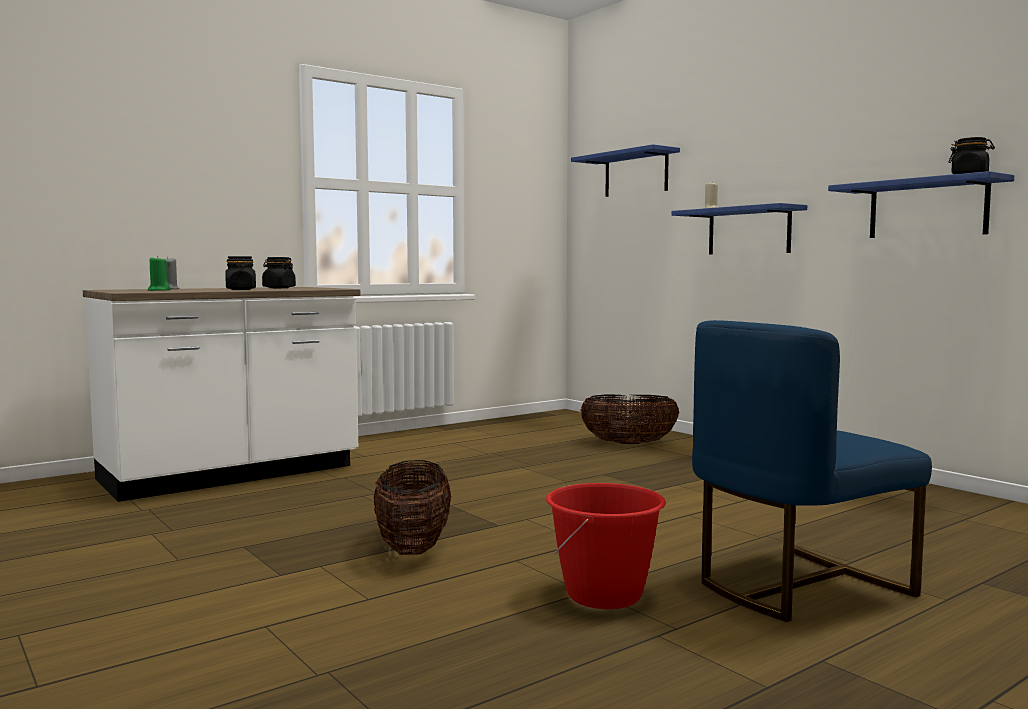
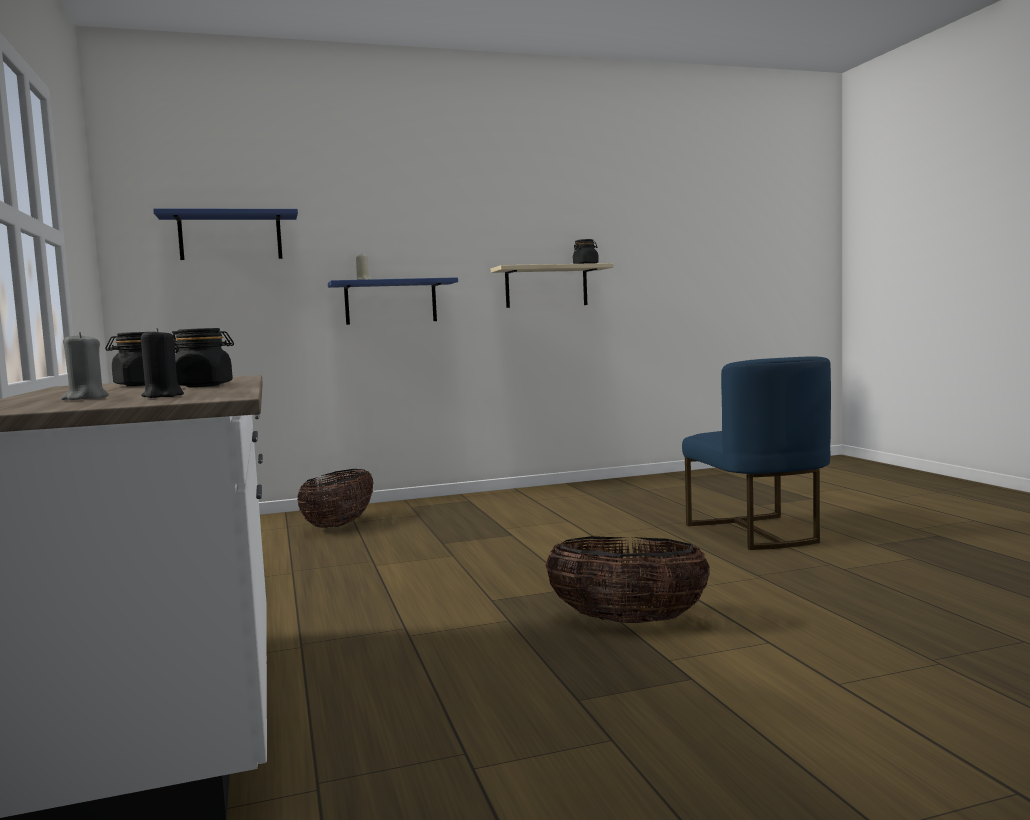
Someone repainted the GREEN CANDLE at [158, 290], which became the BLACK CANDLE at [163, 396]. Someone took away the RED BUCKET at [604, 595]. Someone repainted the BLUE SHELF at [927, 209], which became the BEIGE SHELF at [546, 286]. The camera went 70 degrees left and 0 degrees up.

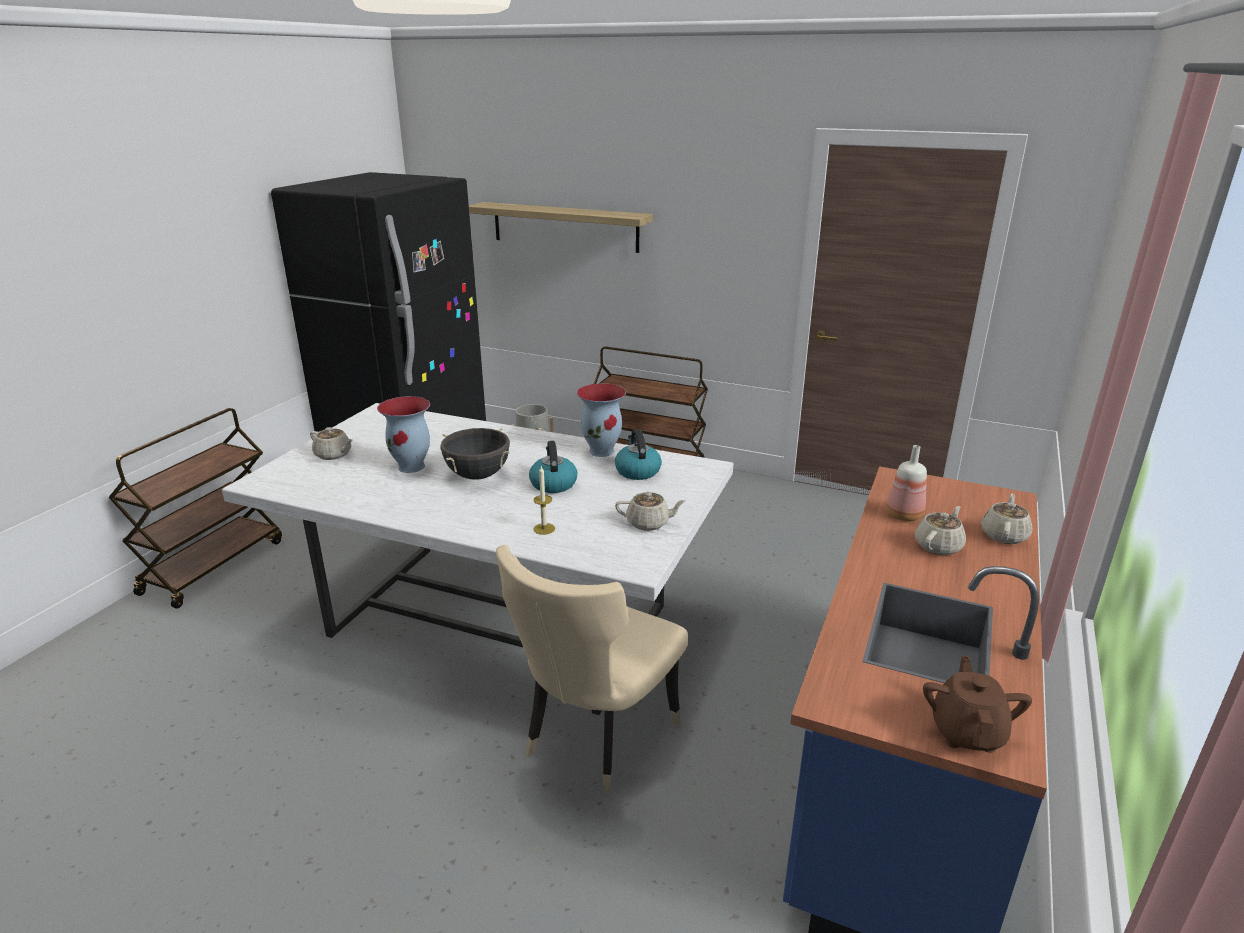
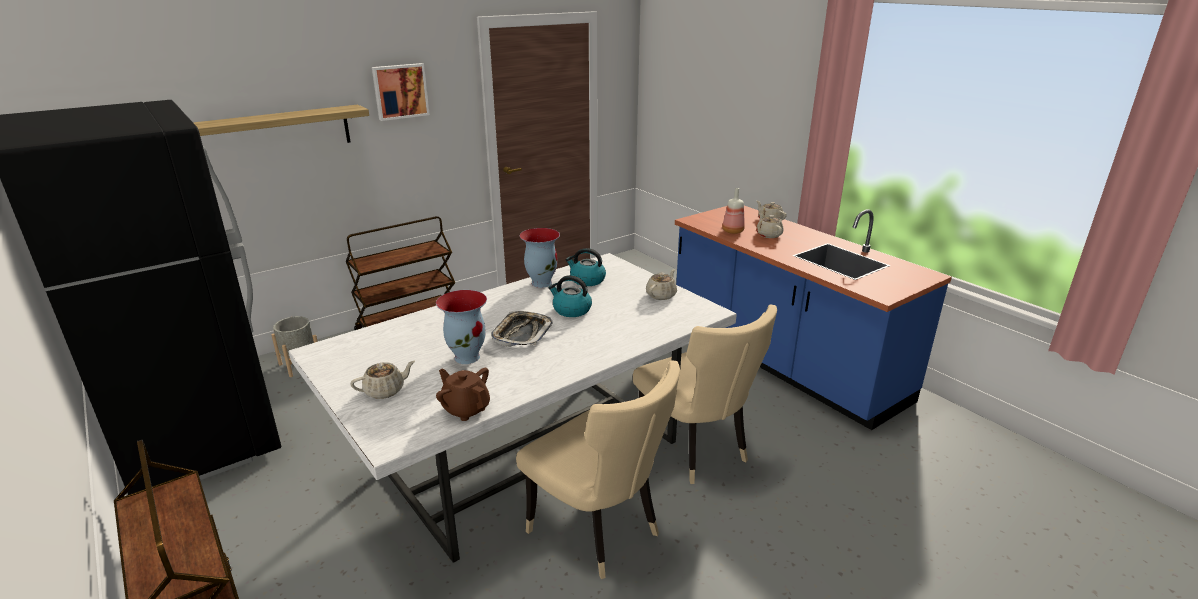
Someone swapped the BLACK COOKING POT at [478, 475] for the TRAY at [522, 333]. Someone took away the CANDLE at [544, 529]. Someone carried the BROWN TEAPOT from [967, 732] to [466, 409]. Someone put up the PICTURE at [400, 91]. Someone put down the BEIGE CHAIR at [599, 532]. The camera went 60 degrees left and 0 degrees up.

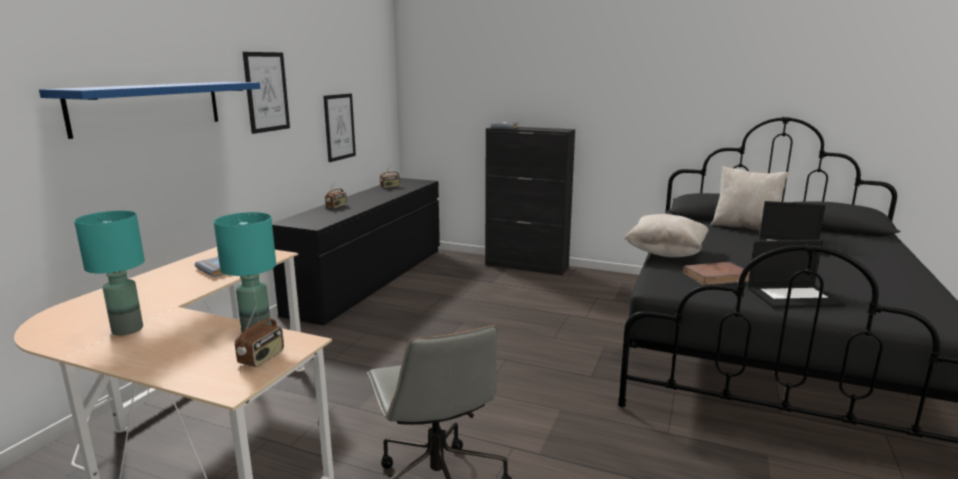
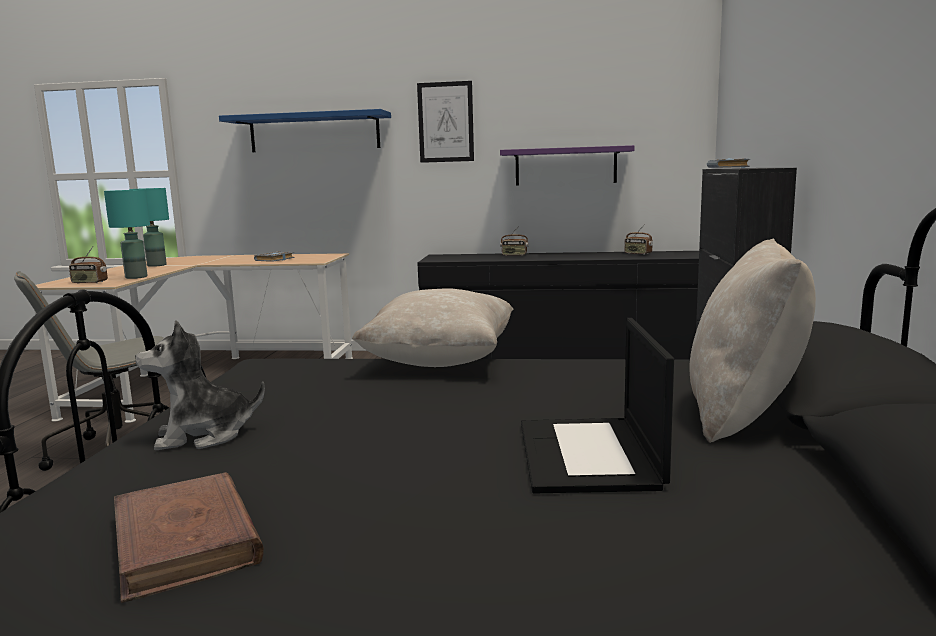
Someone swapped the PICTURE at [339, 127] for the PURPLE SHELF at [565, 166]. Someone carried the BROWN BOOK from [717, 277] to [185, 541]. Someone swapped the LAPTOP at [794, 296] for the PLUSH TOY at [203, 436]. The camera went 75 degrees right and 5 degrees down.

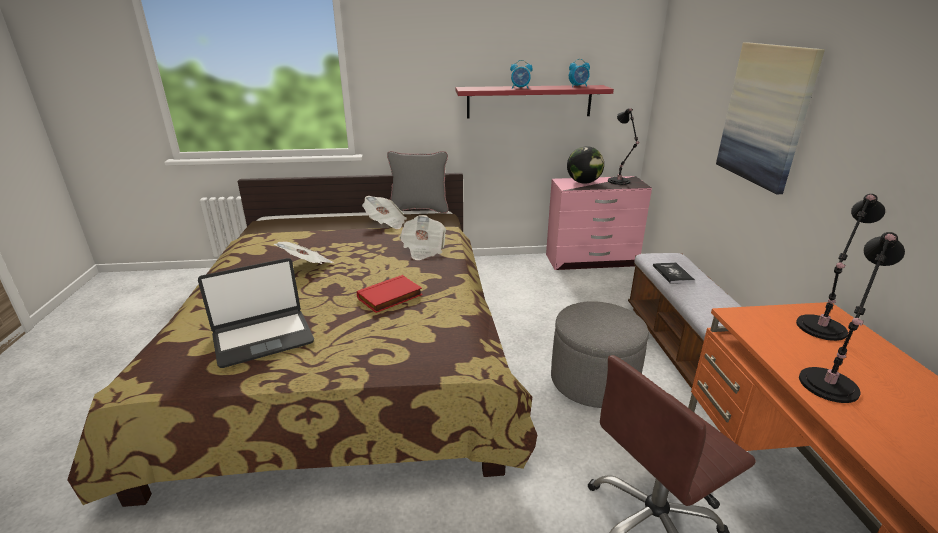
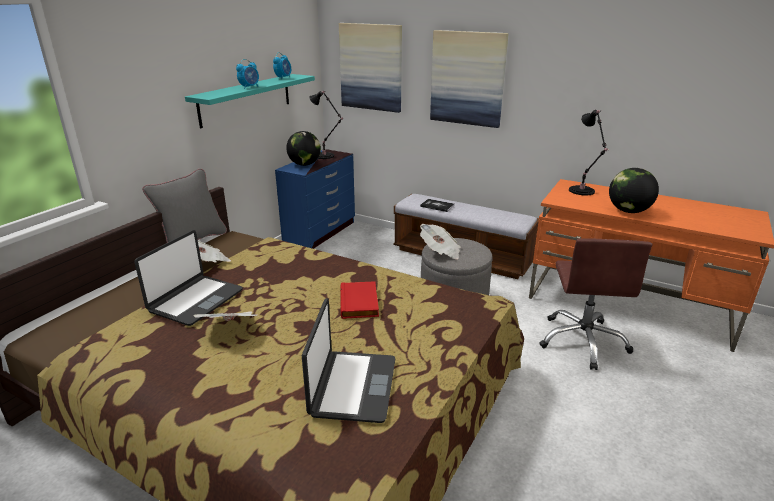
Someone carried the NEWSPAPER from [423, 250] to [440, 252]. Someone repainted the RED SHELF at [529, 101], which became the TURQUOISE SHELF at [246, 99]. Someone repainted the PINK DRESSER at [591, 260], which became the BLUE DRESSER at [321, 232]. Someone swapped the BLACK TABLE LAMP at [827, 387] for the GLOBE at [628, 211]. Someone put down the LAPTOP at [195, 300]. Someone put up the PICTURE at [371, 67]. The camera went 55 degrees left and 0 degrees up.

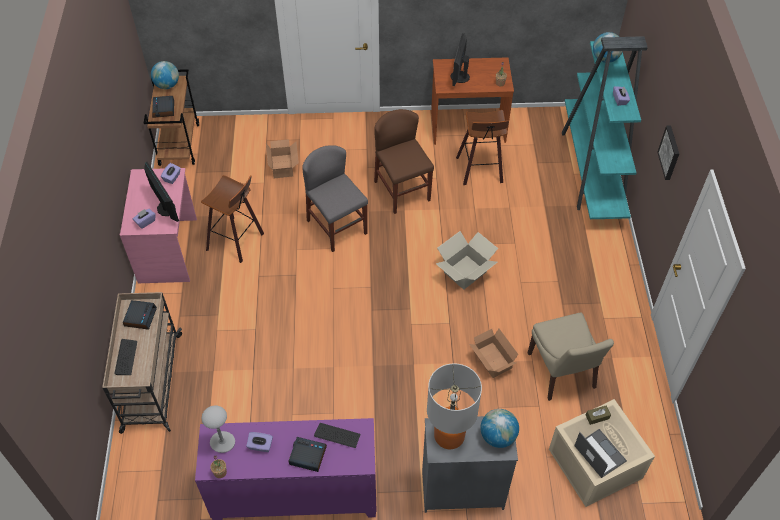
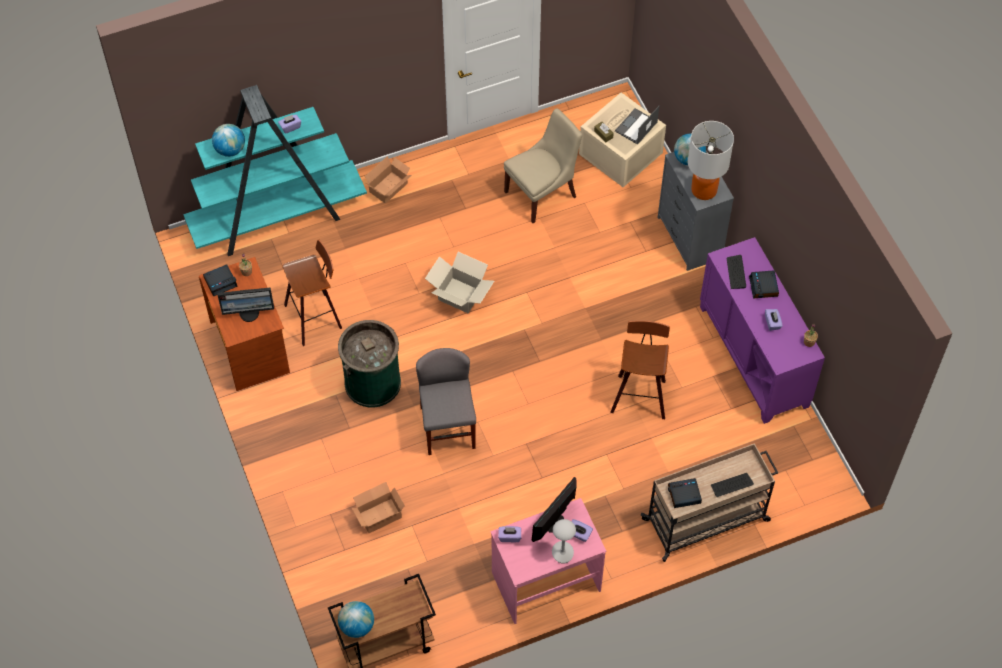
Someone carried the ALARM CLOCK from [163, 109] to [220, 282]. Someone carried the STOOL from [237, 241] to [639, 395]. Someone carried the GREY TABLE LAMP from [222, 443] to [562, 553]. Someone rotated the GREY CHAIR at [337, 227] by 135 degrees clockwise. Someone swapped the BROWN CHAIR at [402, 191] for the GREEN TRASH CAN at [372, 382]. Someone carried the CARDBOARD BOX from [492, 361] to [390, 188]. Someone took away the PICTURE at [670, 152]. The camera went 110 degrees left and 5 degrees up.

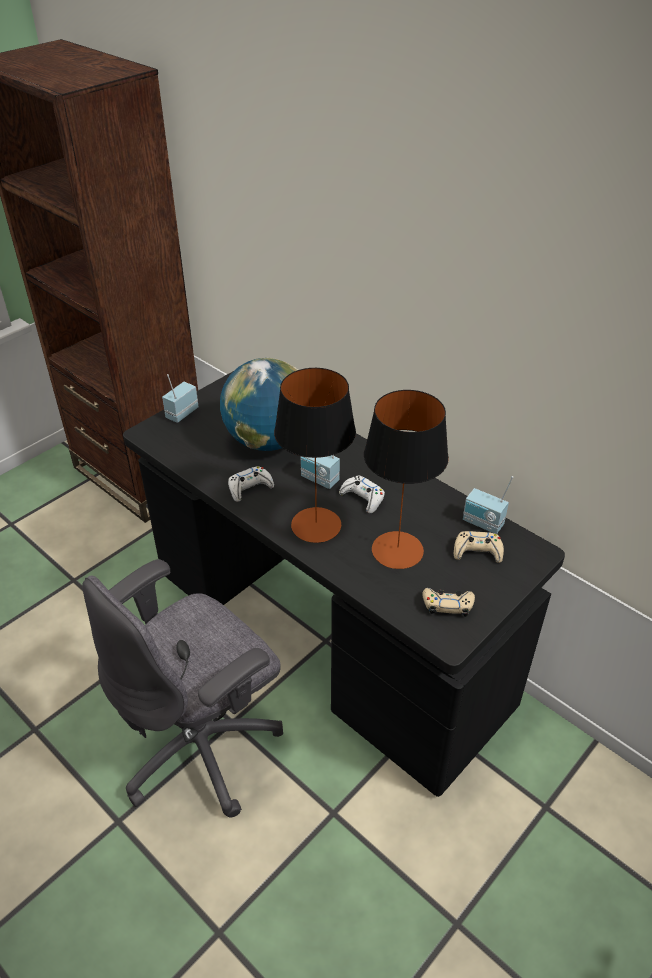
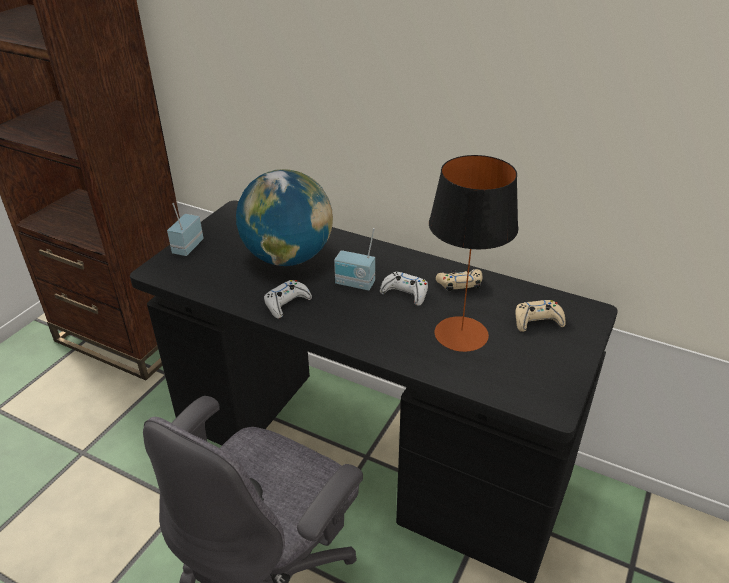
Someone took away the TABLE LAMP at [316, 525]. Someone carried the BEIGE GAME CONTROLLER from [447, 605] to [459, 284]. Someone took away the RADIO at [482, 524]. The camera went 15 degrees left and 5 degrees down.

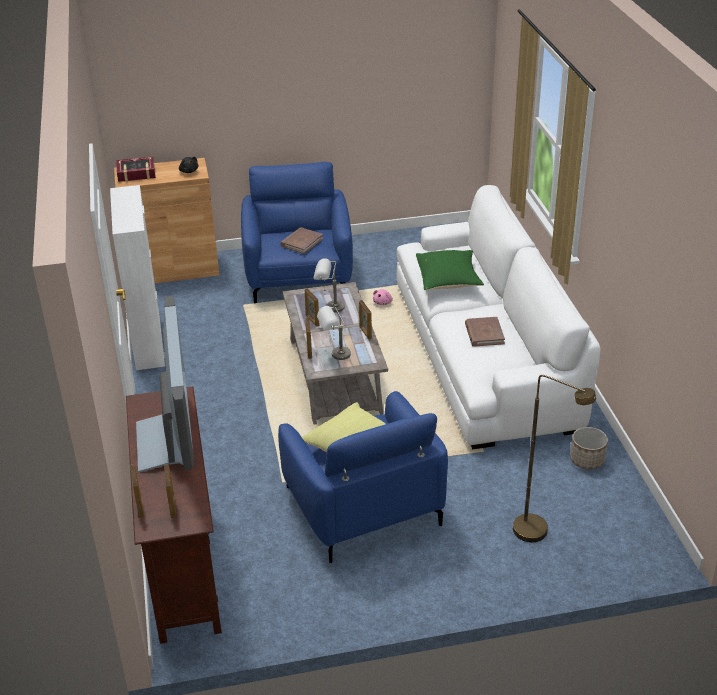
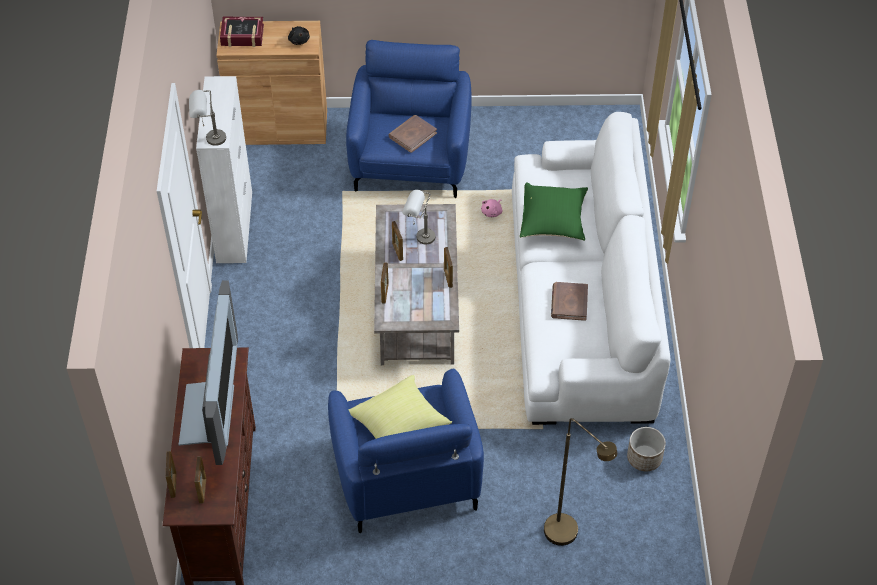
Someone carried the GREY TABLE LAMP from [335, 356] to [209, 139]. The camera went 10 degrees right and 15 degrees up.

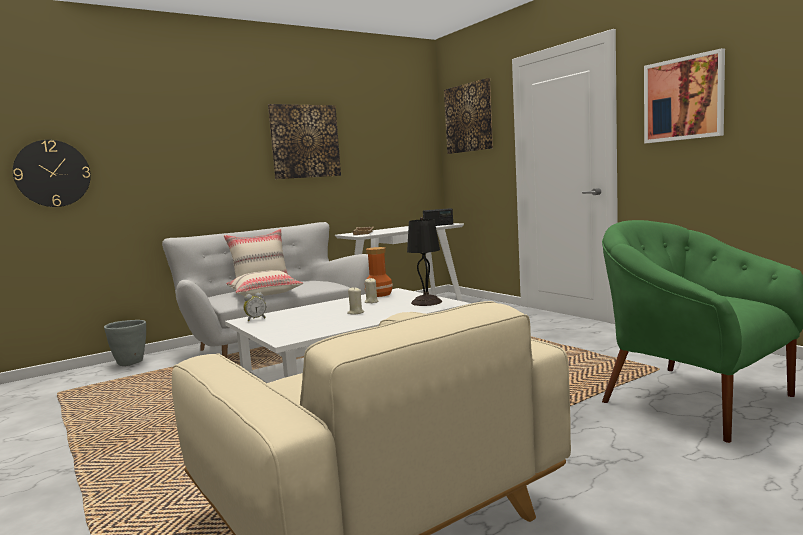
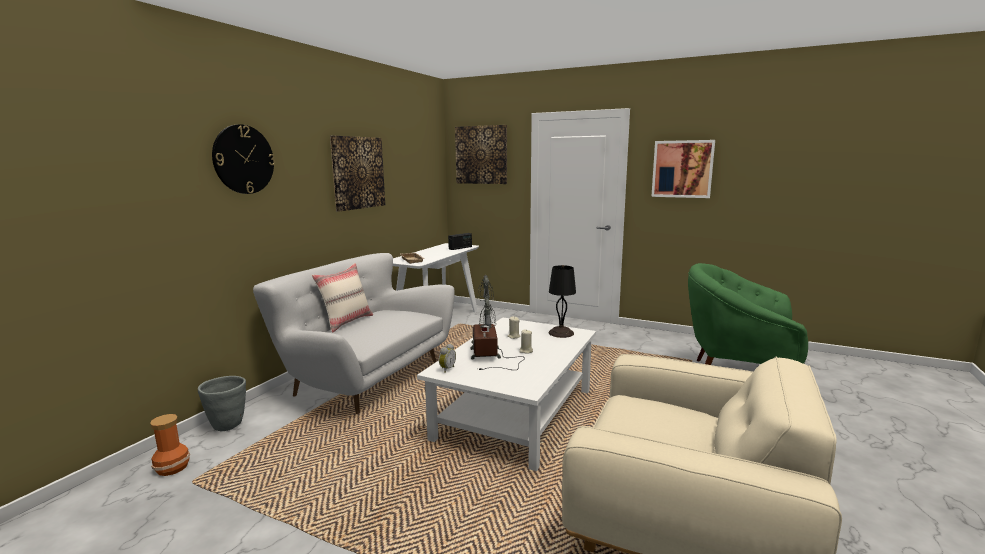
Someone carried the WALL CLOCK from [52, 173] to [243, 159]. Someone took away the BEIGE PILLOW at [264, 293]. Someone carried the VASE from [379, 294] to [172, 468]. Someone put down the TABLE LAMP at [490, 356]. The camera went 30 degrees left and 5 degrees up.

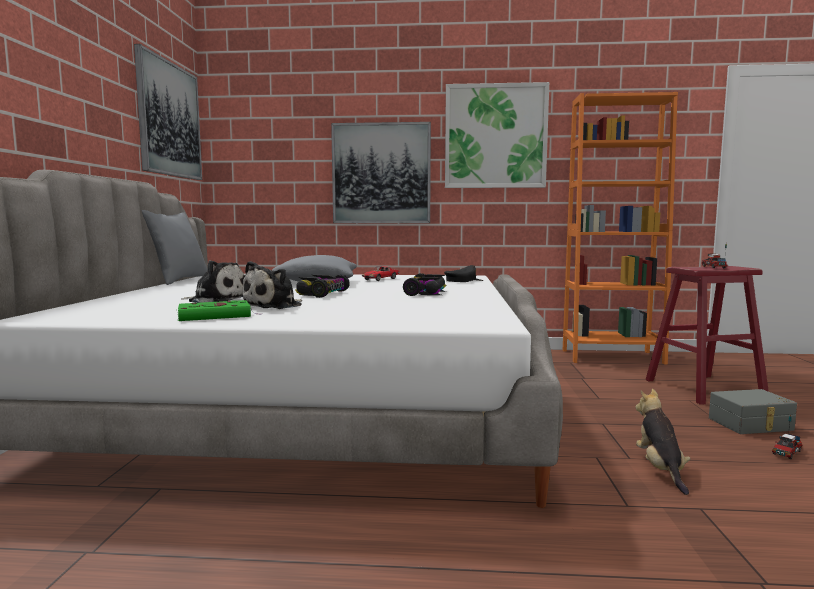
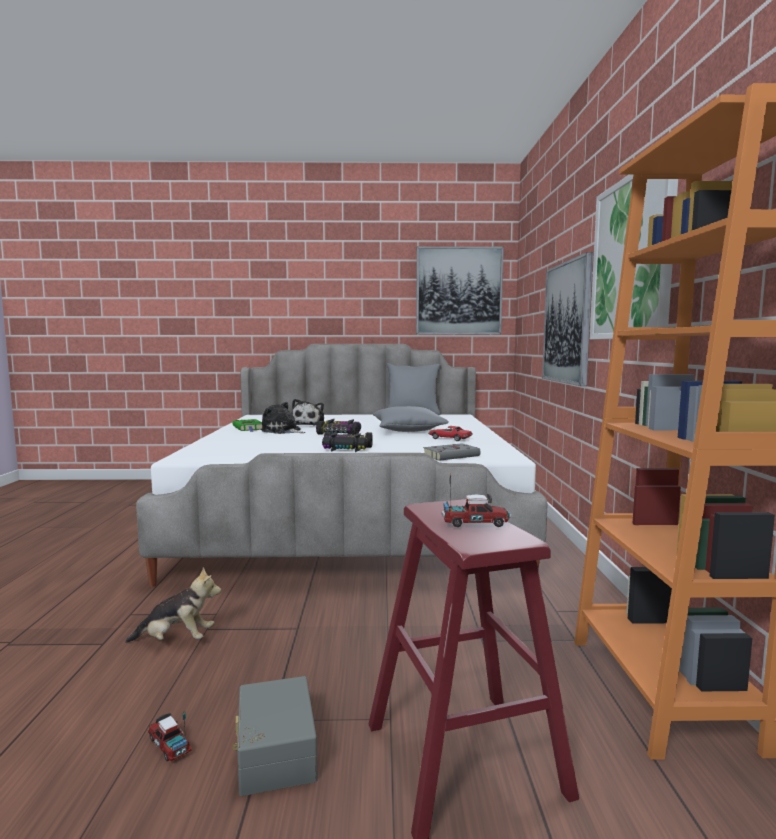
Someone swapped the BLACK CAP at [463, 281] for the GREY BOOK at [452, 455]. The camera went 85 degrees right and 0 degrees up.

